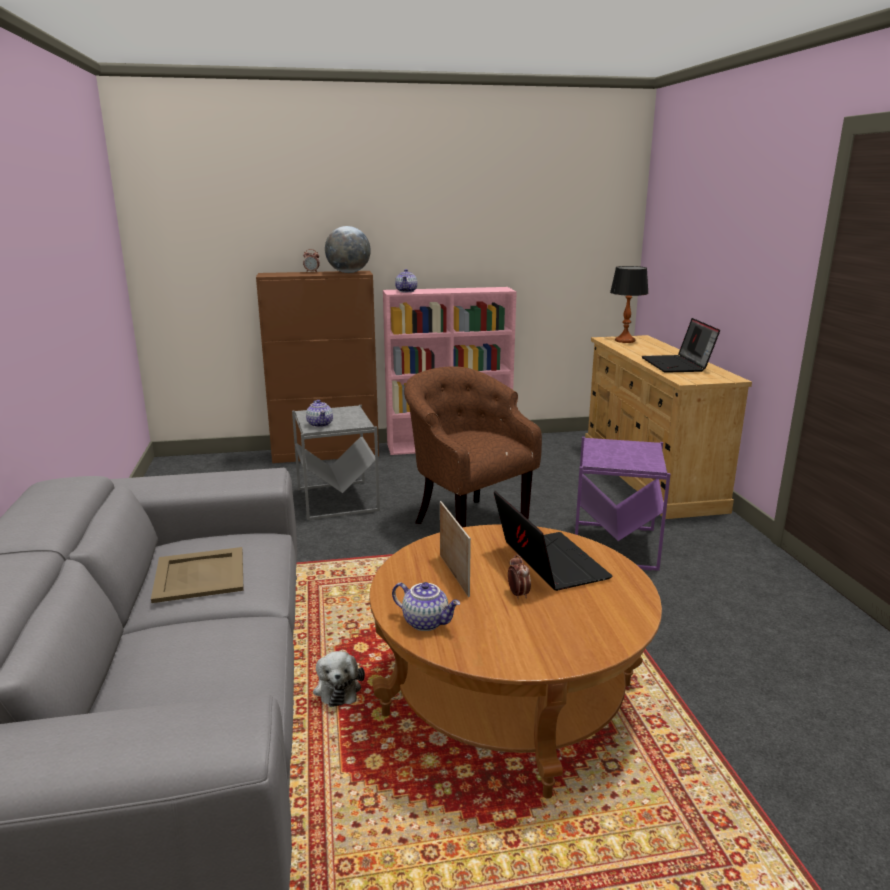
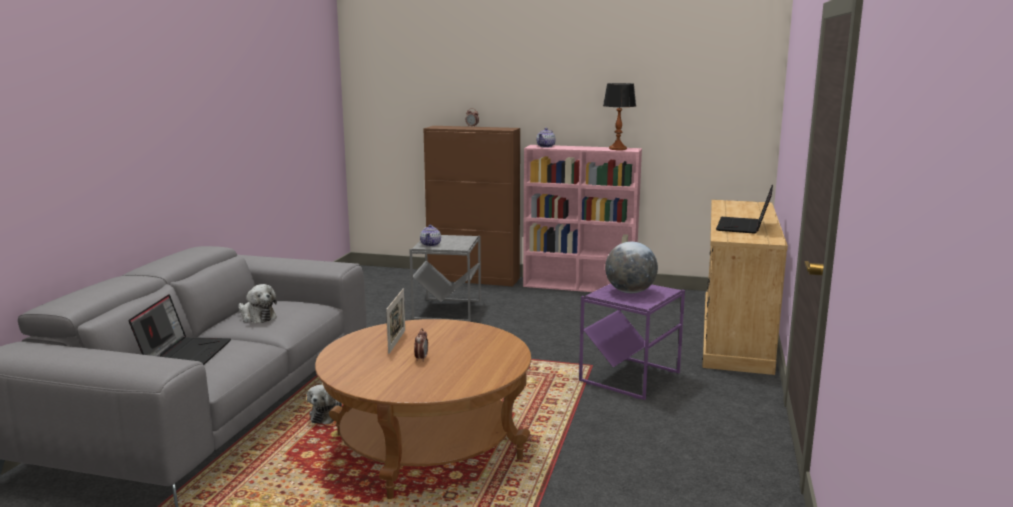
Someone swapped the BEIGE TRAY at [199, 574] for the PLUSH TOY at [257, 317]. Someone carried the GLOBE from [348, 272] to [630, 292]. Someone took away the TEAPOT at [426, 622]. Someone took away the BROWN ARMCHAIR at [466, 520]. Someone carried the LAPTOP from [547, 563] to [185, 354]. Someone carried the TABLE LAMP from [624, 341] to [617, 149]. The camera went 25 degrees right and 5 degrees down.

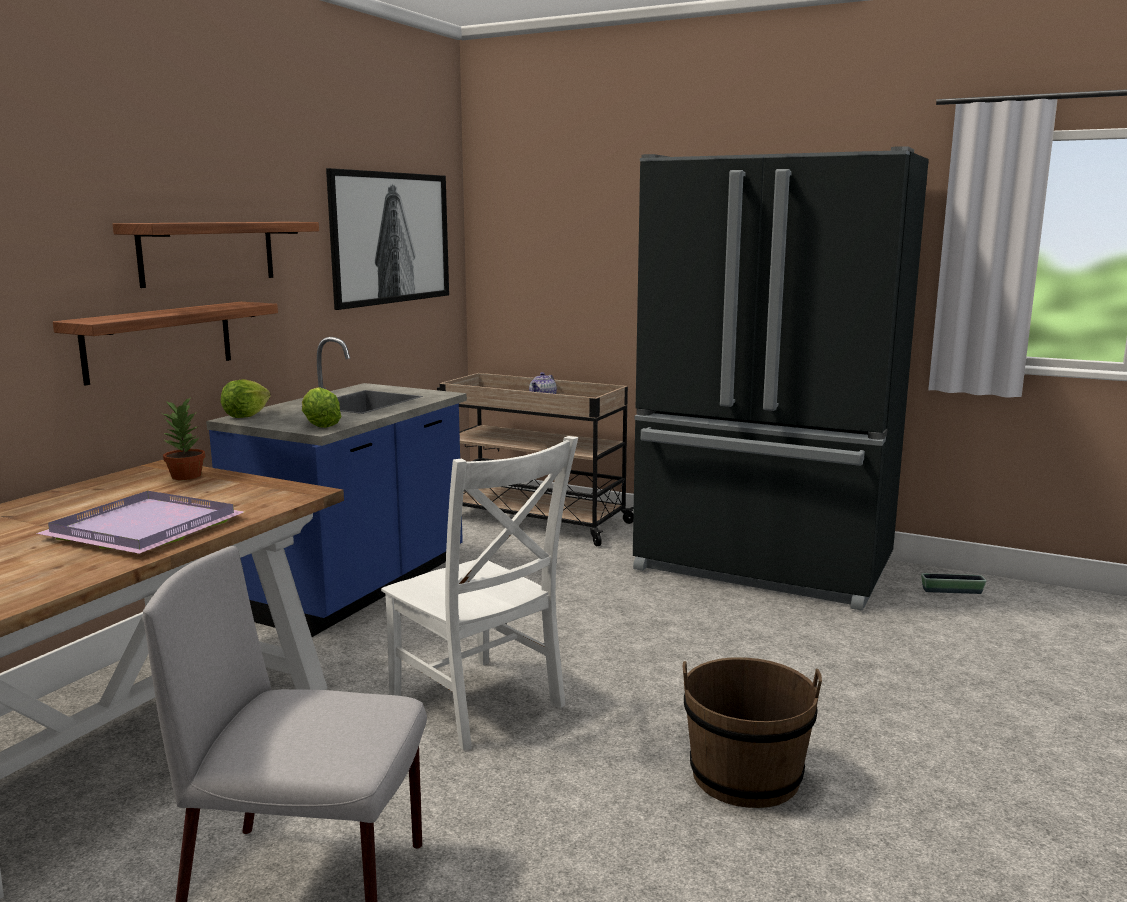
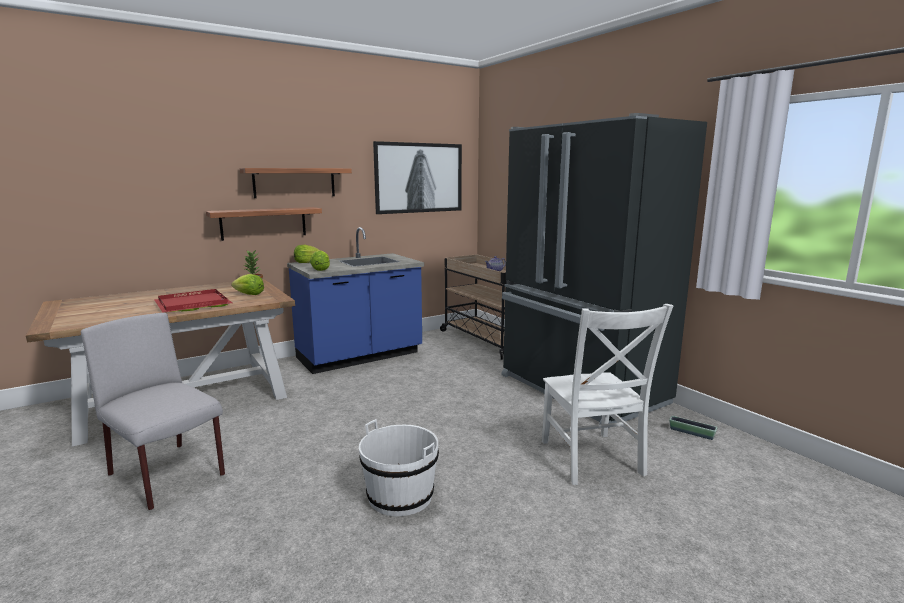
Someone repainted the PURPLE TRAY at [149, 528], which became the RED TRAY at [194, 304]. Someone carried the WHITE CHAIR from [479, 704] to [592, 460]. Someone repainted the BROWN BUCKET at [745, 776], which became the WHITE BUCKET at [400, 496]. Someone put down the LETTUCE at [249, 294]. The camera went 30 degrees right and 0 degrees up.

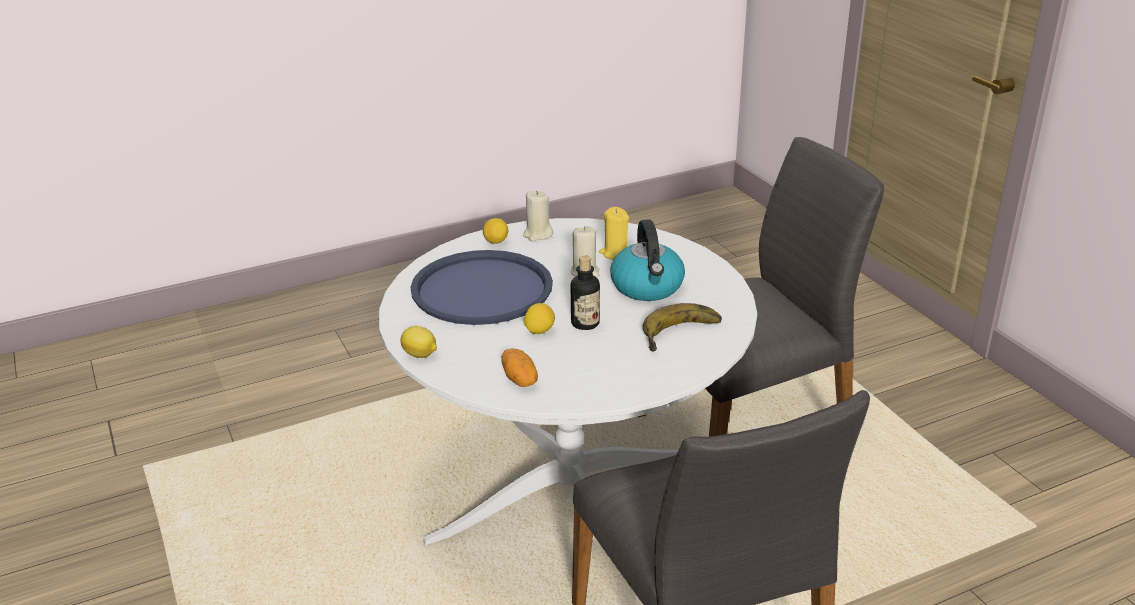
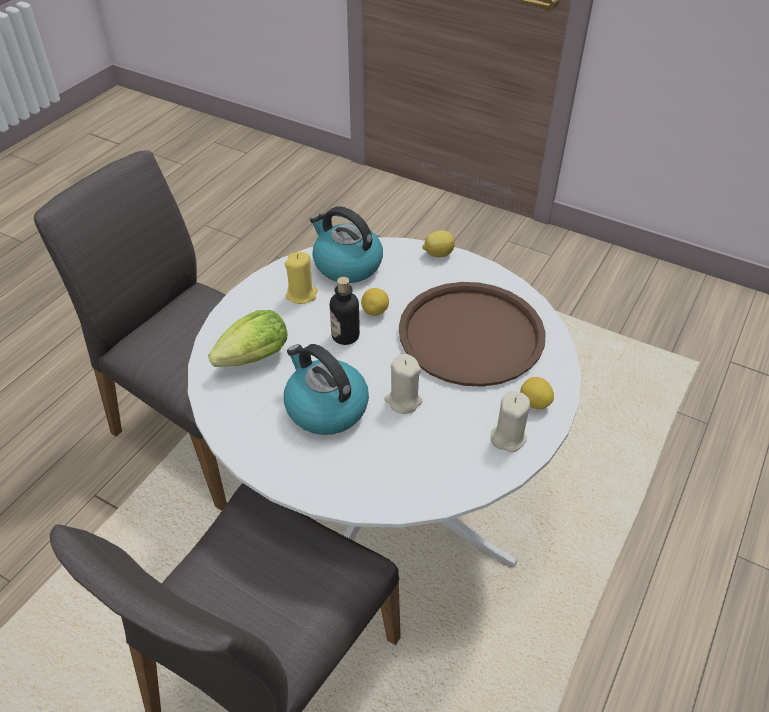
Someone repainted the BLUE TRAY at [482, 289], which became the BROWN TRAY at [471, 334]. Someone swapped the POTATO at [520, 379] for the KETTLE at [346, 265]. Someone carried the YELLOW CANDLE from [615, 253] to [301, 295]. Someone swapped the BANANA at [684, 335] for the LETTUCE at [250, 360]. The camera went 145 degrees right and 15 degrees up.

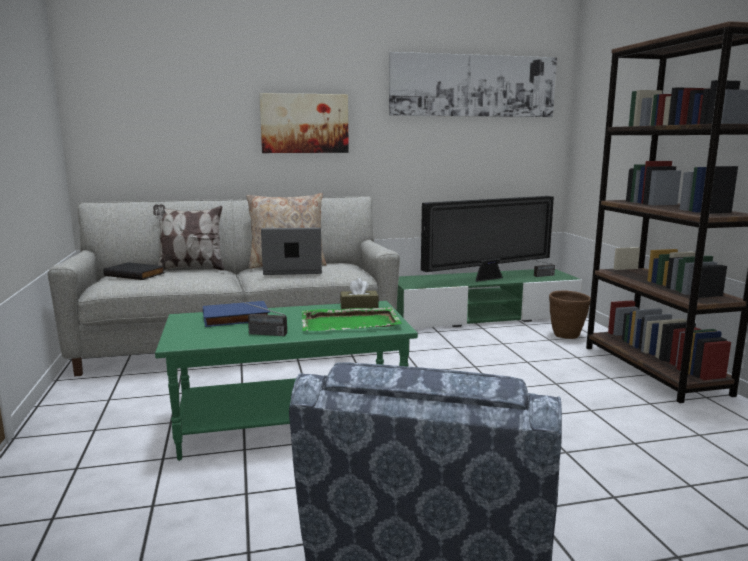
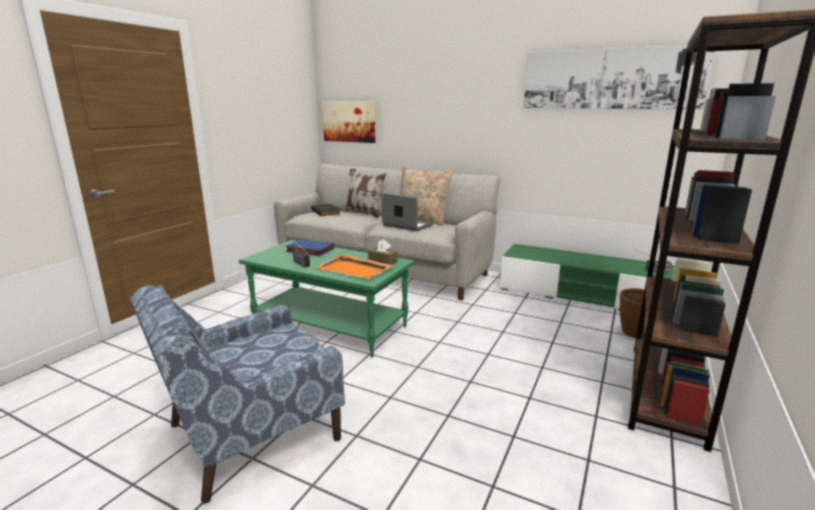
Someone carried the PICTURE from [304, 123] to [349, 121]. Someone repainted the GREEN TRAY at [351, 323], which became the ORANGE TRAY at [355, 269]. Someone took away the TELEVISION at [488, 278]. The camera went 40 degrees right and 5 degrees up.

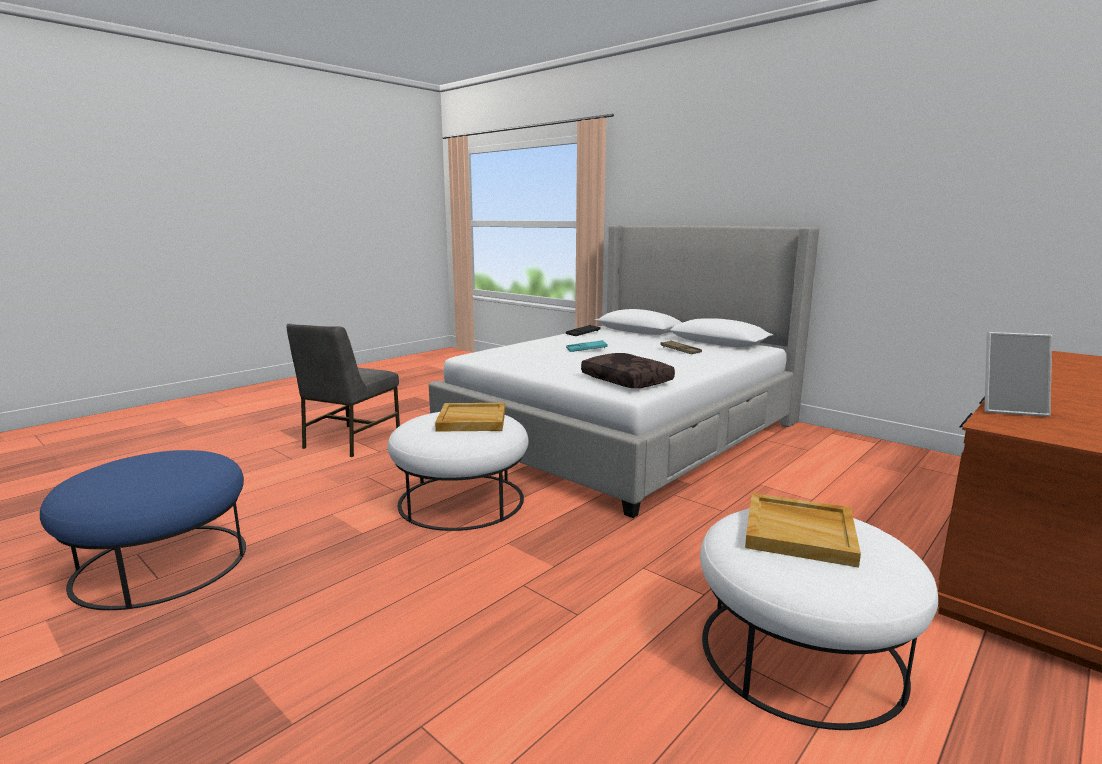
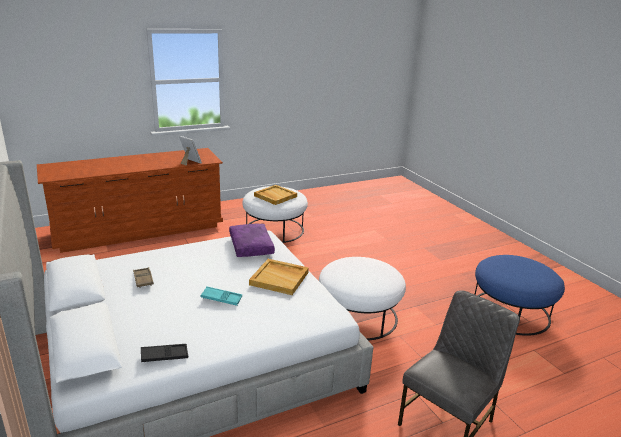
Someone carried the BEIGE TRAY from [471, 420] to [280, 278]. Someone repainted the BROWN PILLOW at [628, 380], which became the PURPLE PILLOW at [250, 246]. The camera went 160 degrees left and 10 degrees up.

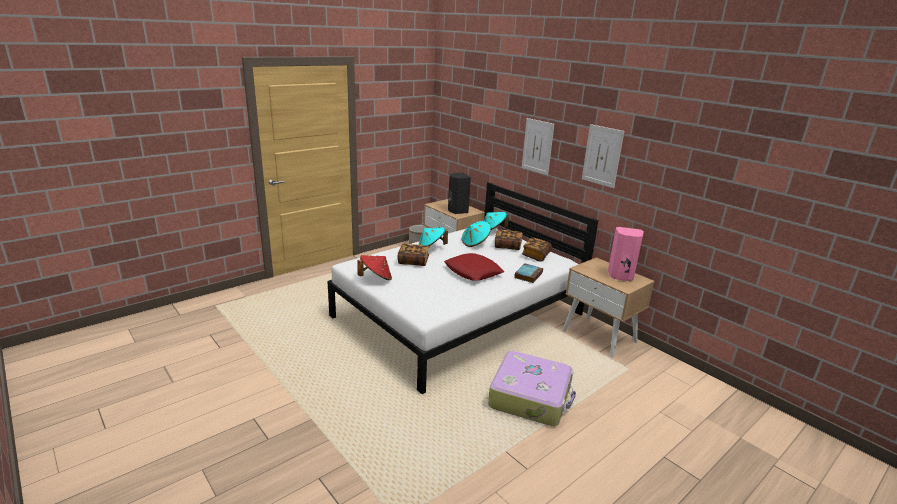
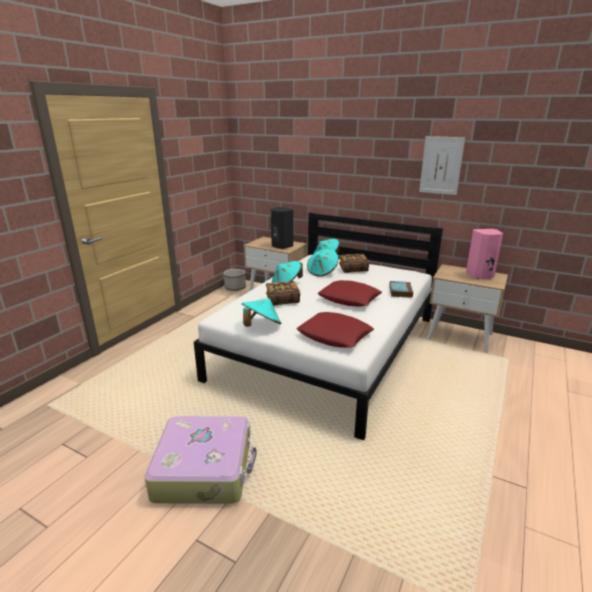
Someone repainted the RED HAT at [376, 278], which became the TURQUOISE HAT at [261, 326]. Someone carried the SUITCASE from [531, 397] to [205, 468]. Someone took away the PICTURE at [537, 146]. Someone took away the BOOK at [536, 255]. Someone put down the RED PILLOW at [335, 335]. The camera went 20 degrees left and 0 degrees up.

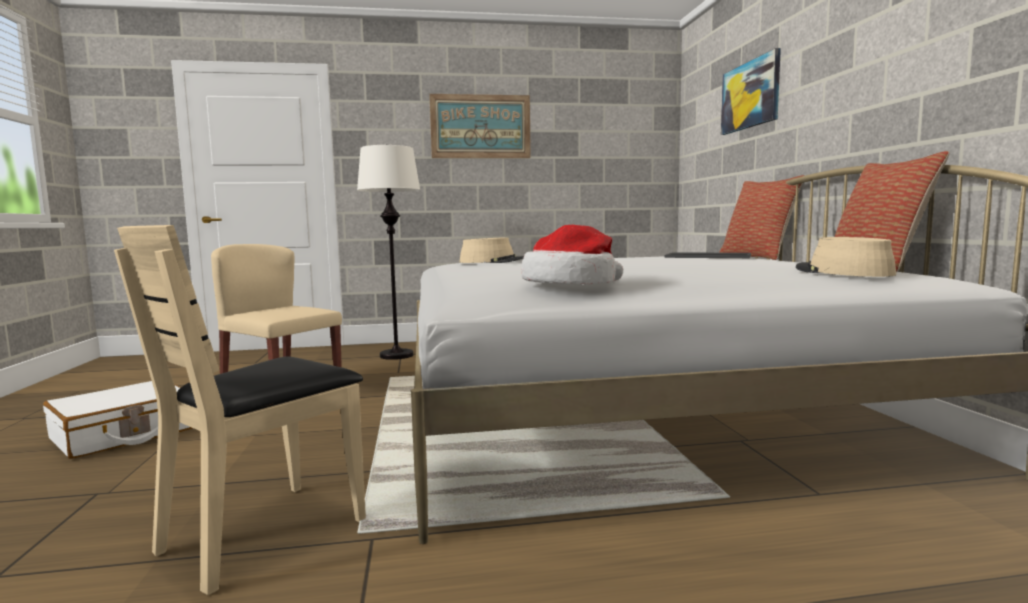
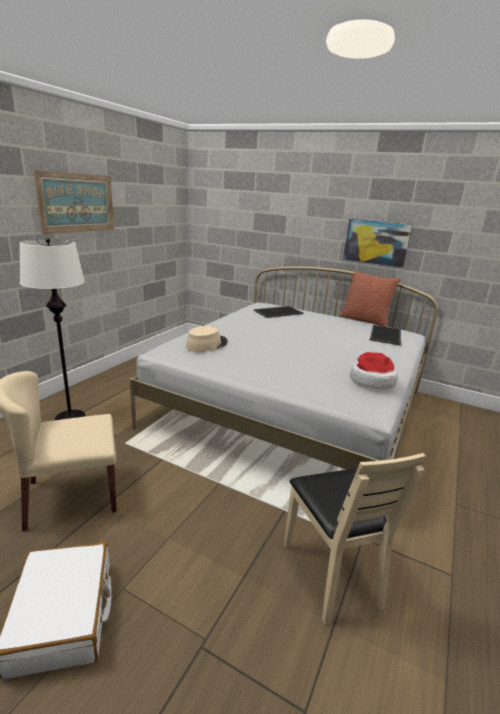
Someone took away the PILLOW at [757, 257]. Someone carried the PICTURE from [750, 95] to [376, 242]. Someone swapped the BEIGE HAT at [842, 272] for the TRAY at [386, 335]. The camera went 55 degrees left and 15 degrees up.

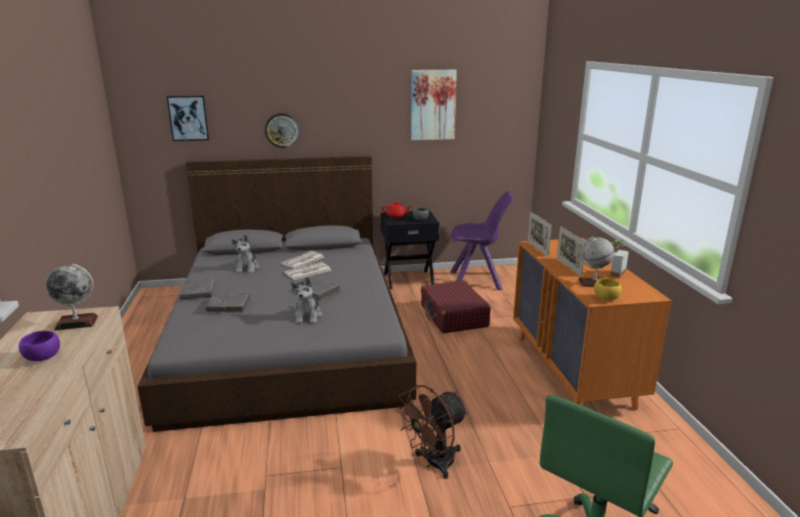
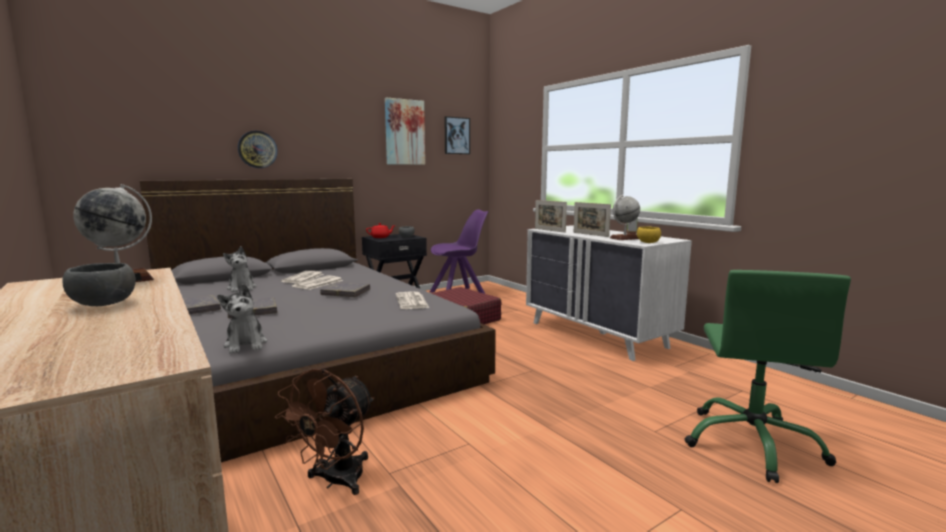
Someone repainted the PURPLE BOWL at [42, 358], which became the GREY BOWL at [102, 304]. Someone carried the PICTURE from [188, 118] to [456, 135]. Someone carried the PLUSH TOY from [308, 316] to [246, 344]. Someone carried the BROWN FAN from [433, 463] to [336, 481]. Someone repainted the ORANGE DRESSER at [573, 371], which became the WHITE DRESSER at [597, 335]. Someone put down the NEWSPAPER at [412, 301]. The camera went 25 degrees left and 10 degrees down.

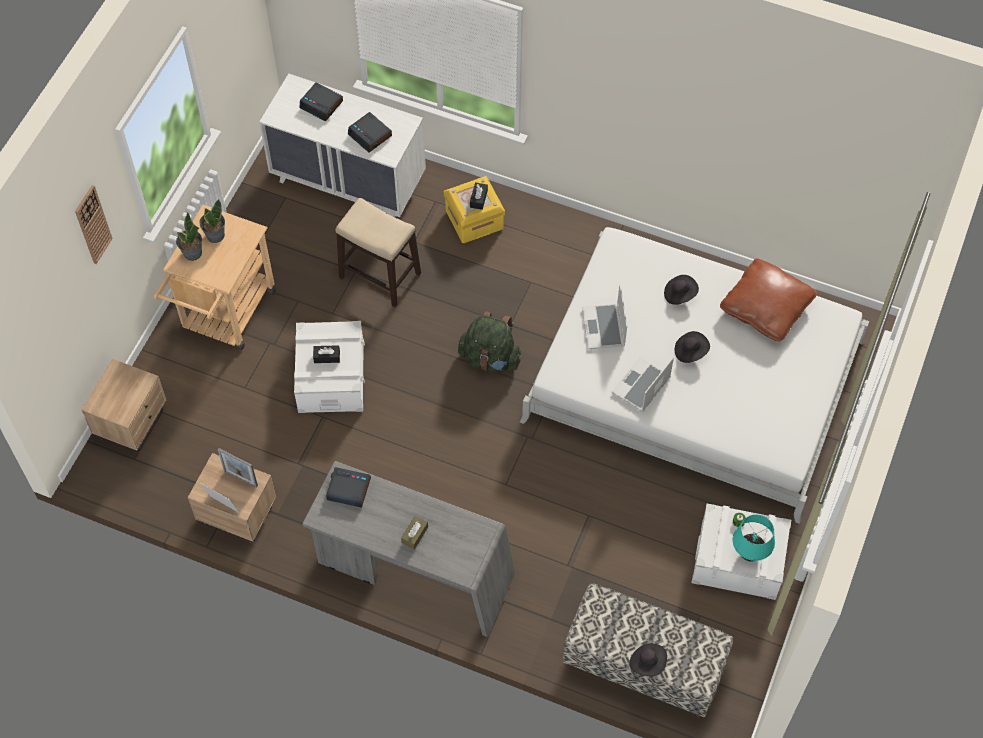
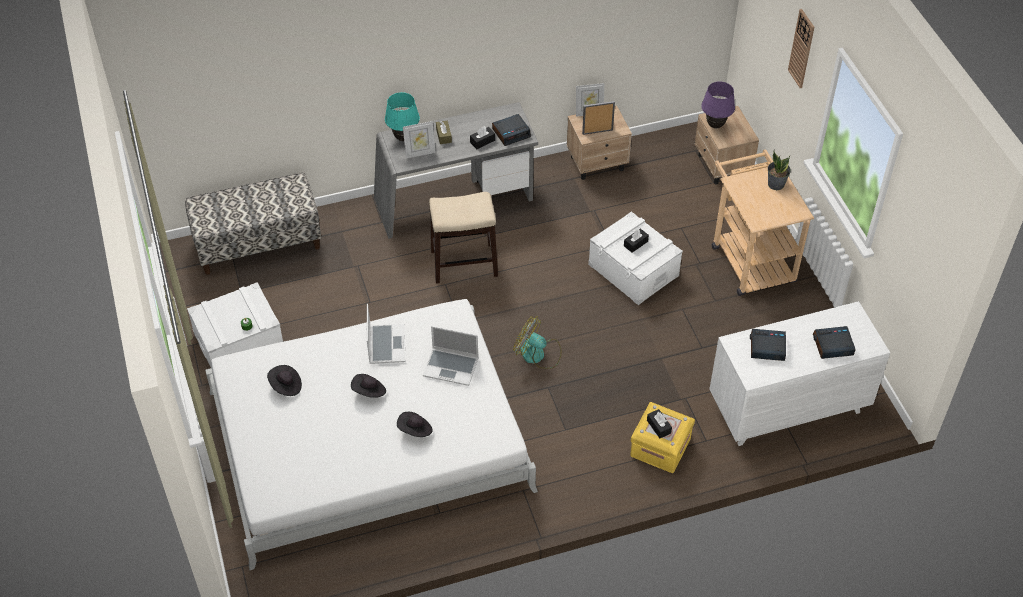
Someone took away the POTTED PLANT at [215, 235]. Someone carried the STOOL from [380, 276] to [463, 263]. Someone swapped the GREEN BACKPACK at [490, 358] for the FAN at [538, 354]. Someone rotated the LAPTOP at [604, 328] by 150 degrees clockwise. Someone carried the BLACK HAT from [647, 663] to [286, 386]. Someone took away the BROWN PILLOW at [765, 307]. Someone carried the TURQUOISE TABLE LAMP from [749, 554] to [403, 138]. Someone put down the PICTURE FRAME at [420, 153]. Someone put down the BLACK TISSUE BOX at [482, 141]. Someone put down the PURPLE TABLE LAMP at [715, 125]. The camera went 140 degrees right and 10 degrees down.

